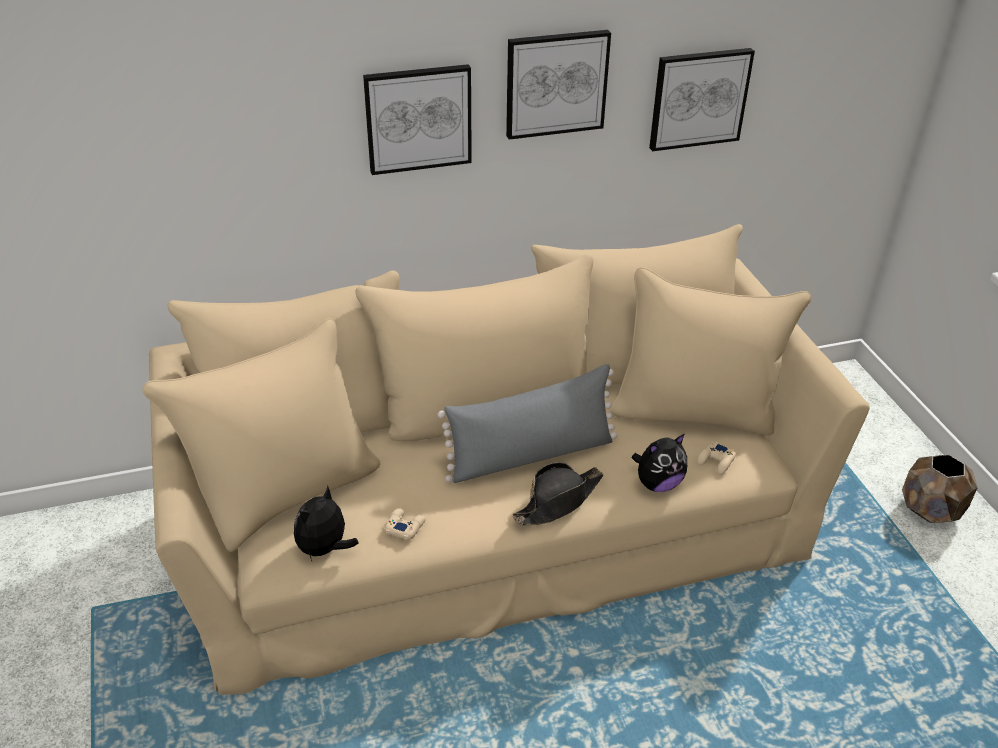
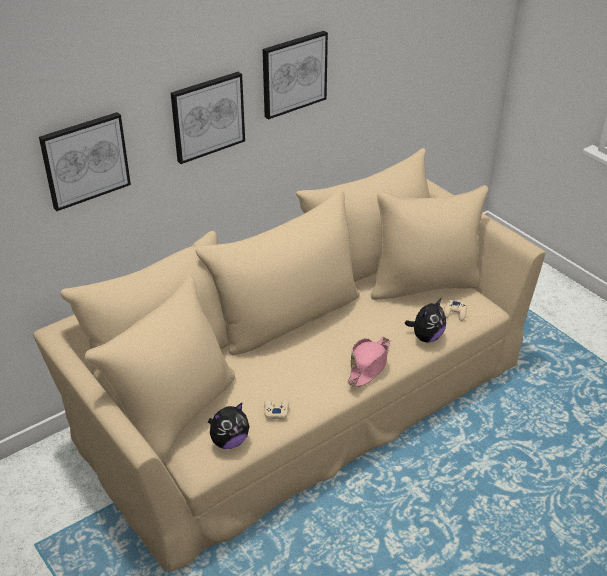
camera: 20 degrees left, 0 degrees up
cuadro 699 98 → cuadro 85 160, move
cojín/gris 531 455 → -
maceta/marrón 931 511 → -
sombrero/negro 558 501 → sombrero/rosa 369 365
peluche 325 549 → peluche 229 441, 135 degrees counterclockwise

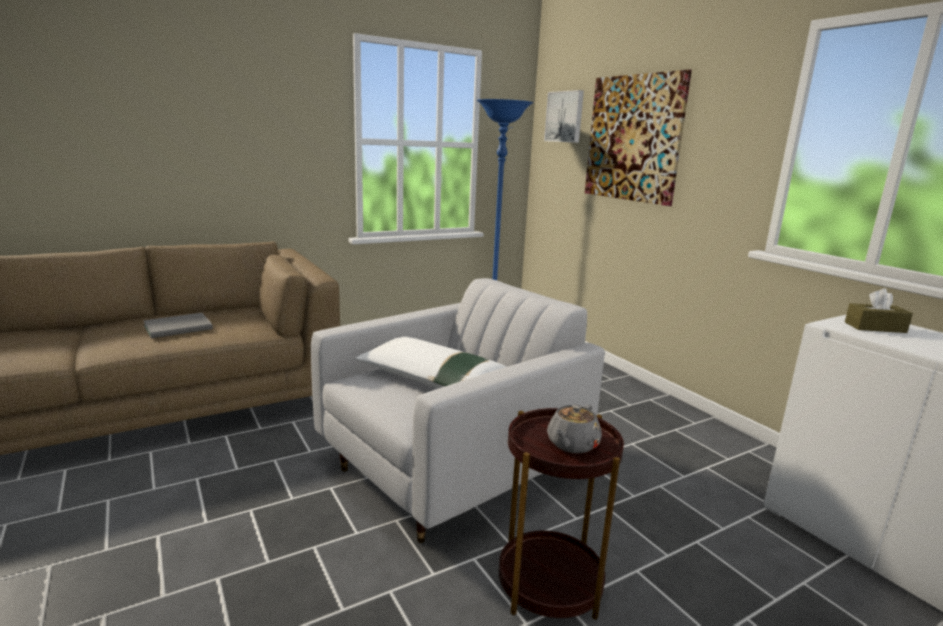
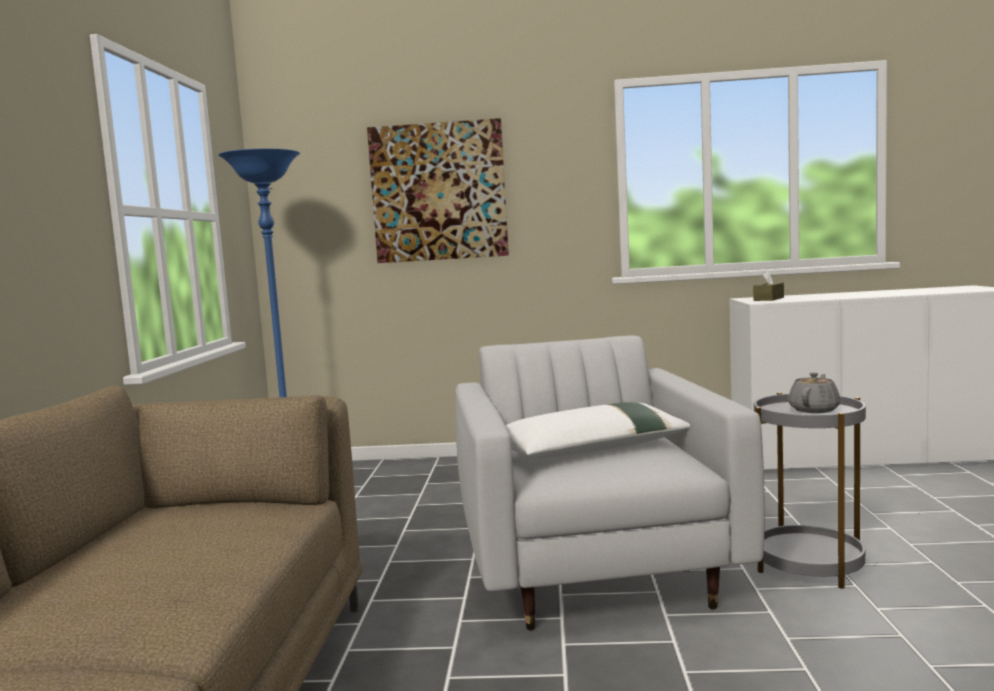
camera: 55 degrees left, 10 degrees down
cuadro 565 117 → -
libro/gris 180 327 → -
tetera/gris 572 444 → tetera/gris 814 410, 120 degrees counterclockwise
mesa auxiliar/marrón 549 584 → mesa auxiliar/gris 809 565

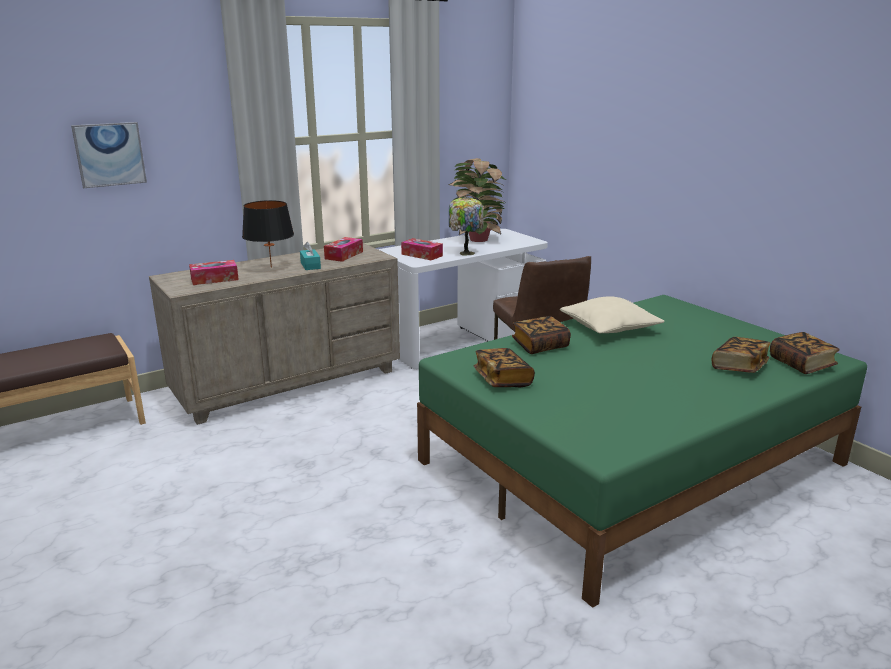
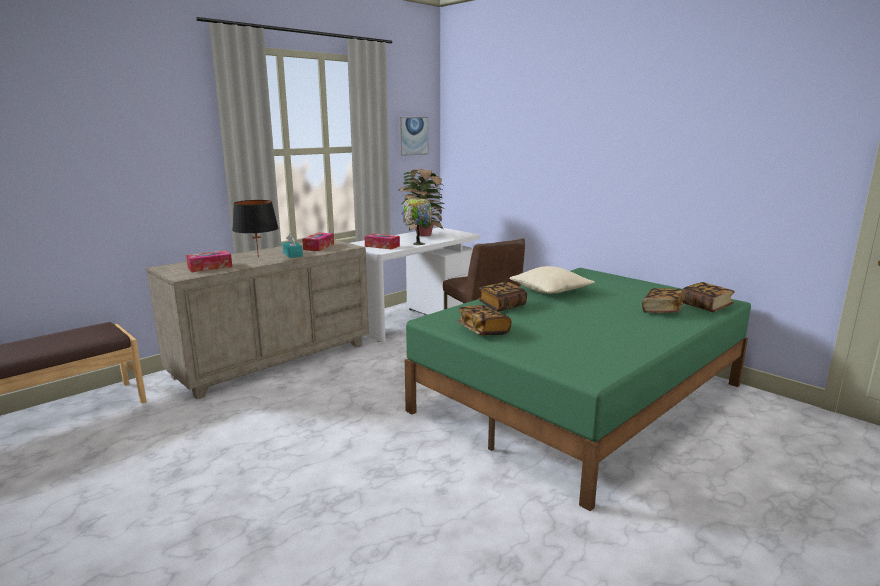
camera: 10 degrees left, 5 degrees down
cuadro 109 154 → cuadro 413 136, move

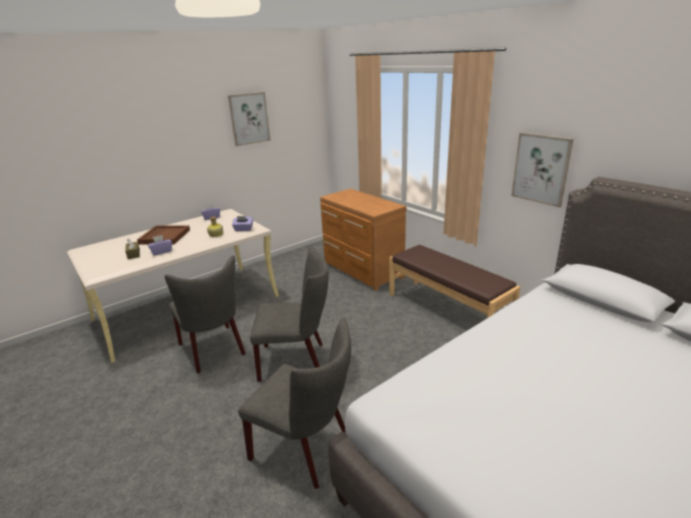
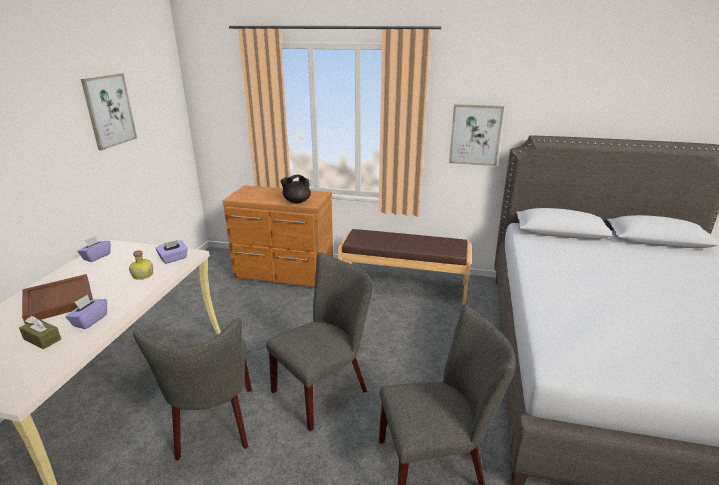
camera: 40 degrees left, 0 degrees up
silla/gris 214 351 → silla/gris 214 426, 60 degrees clockwise
- → tetera/negro 296 201

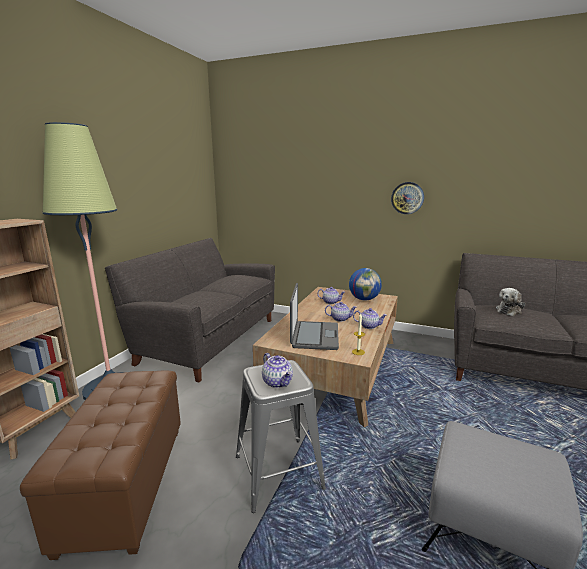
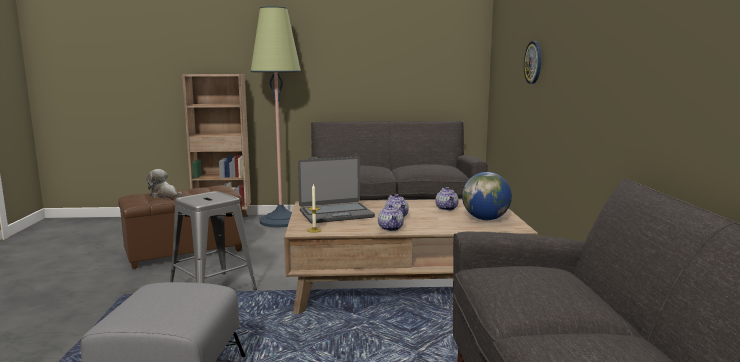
camera: 65 degrees right, 5 degrees down
reloj de pared 407 198 → reloj de pared 533 62, move
peluche 509 311 → peluche 164 196, move
tetera 278 382 → -

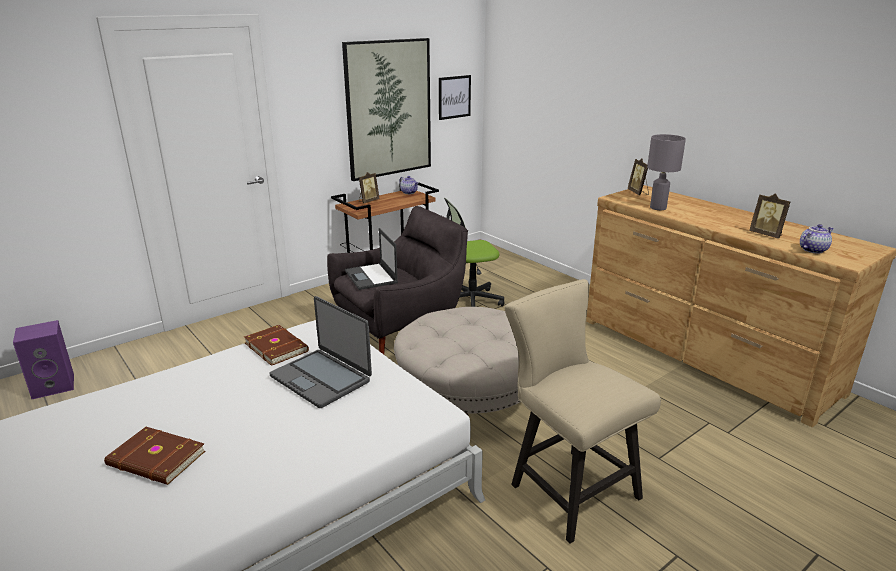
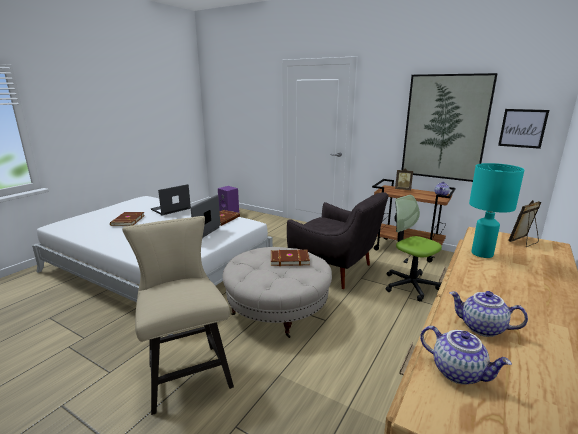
camera: 70 degrees right, 5 degrees down
lámpara de mesa/gris 658 208 → lámpara de mesa/turquesa 482 254
portarretratos 766 234 → tetera 481 328
portátil 371 277 → portátil 170 209, move
silla/beis 567 487 → silla/beis 186 371, 60 degrees counterclockwise
- → libro/marrón 289 259

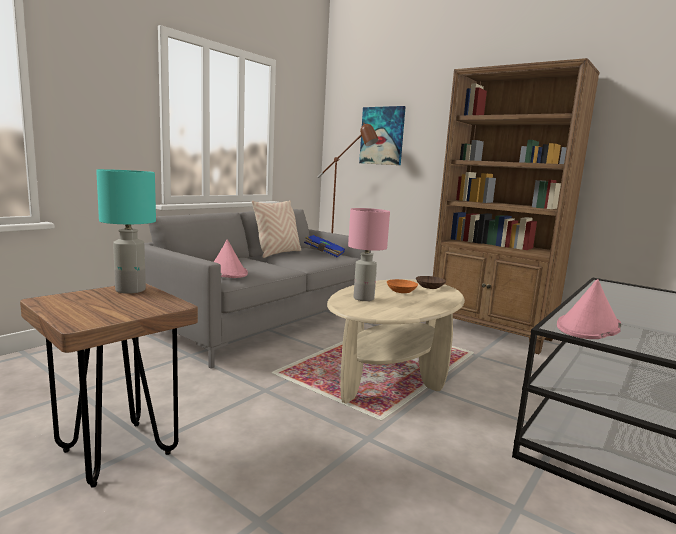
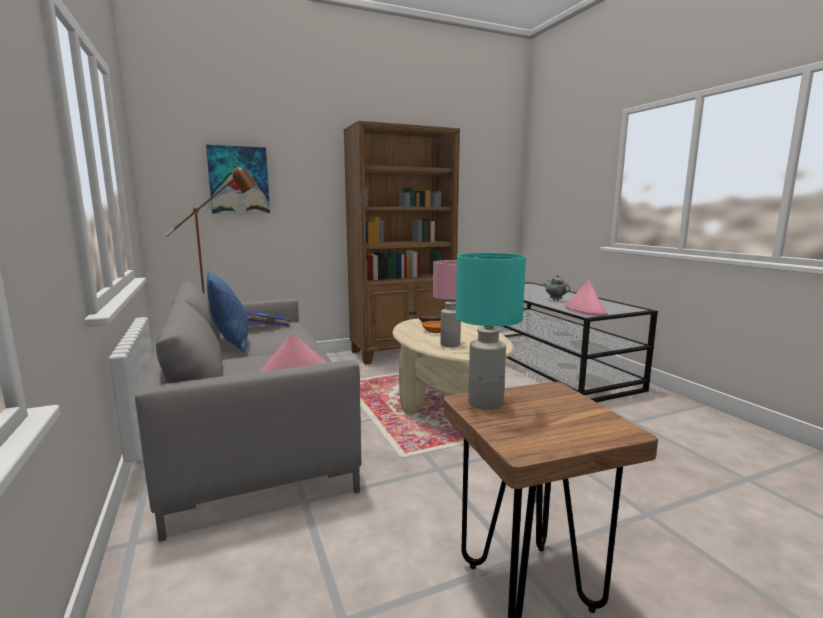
camera: 60 degrees left, 0 degrees up
cojín/beis 277 253 → cojín/azul 231 343
- → tetera 555 300

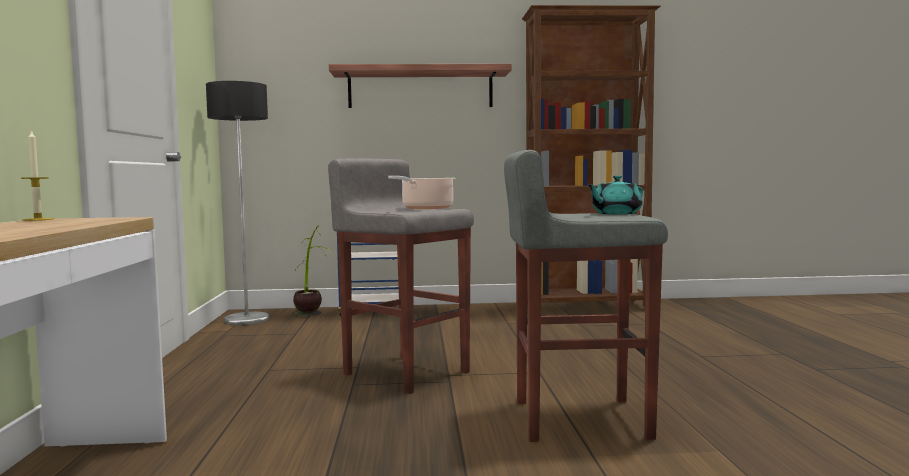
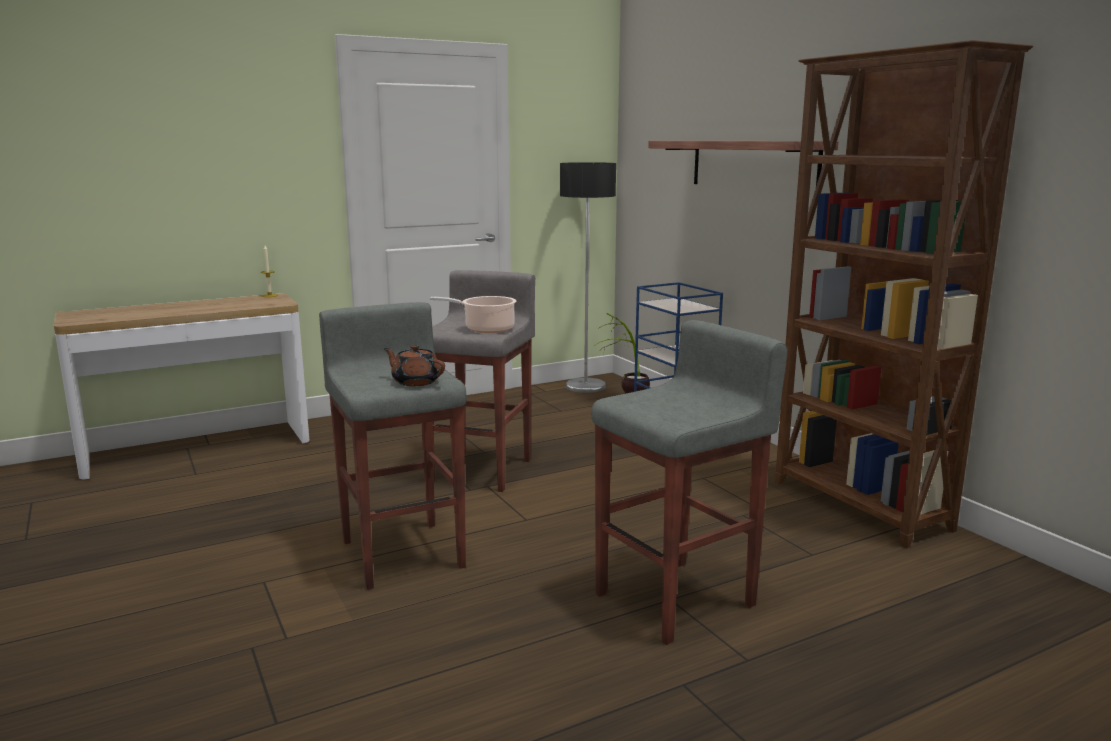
camera: 65 degrees right, 10 degrees up
tetera/turquesa 615 214 → tetera/marrón 415 382
- → taburete/gris 678 599

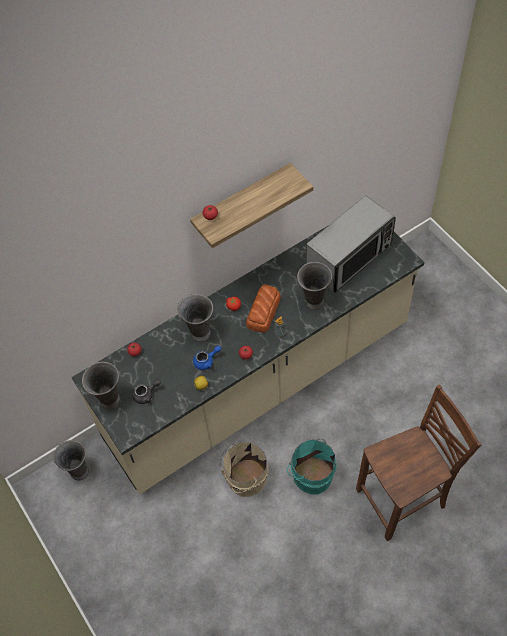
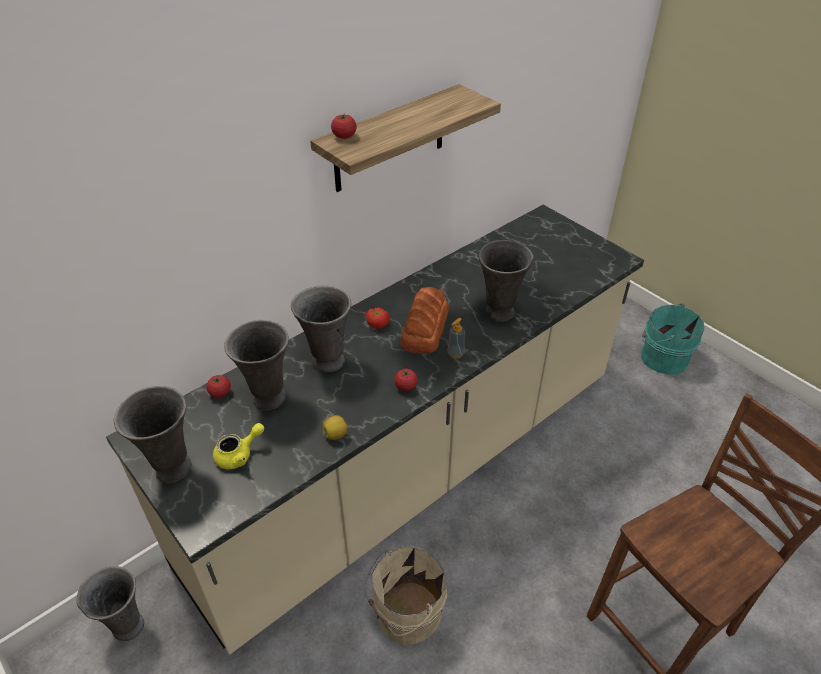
camera: 10 degrees left, 15 degrees down
microondas 349 257 → -
tetera/azul 206 361 → -
tetera/gris 146 394 → tetera/amarillo 239 455
cubo/turquesa 311 474 → cubo/turquesa 662 357, move
- → florero/gris 268 399

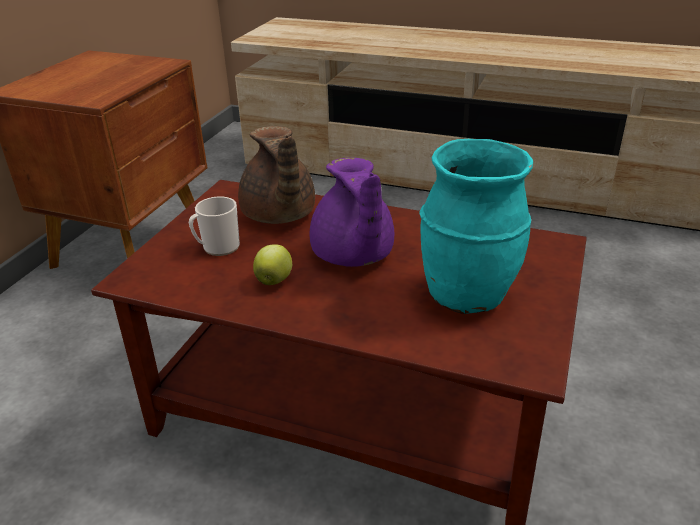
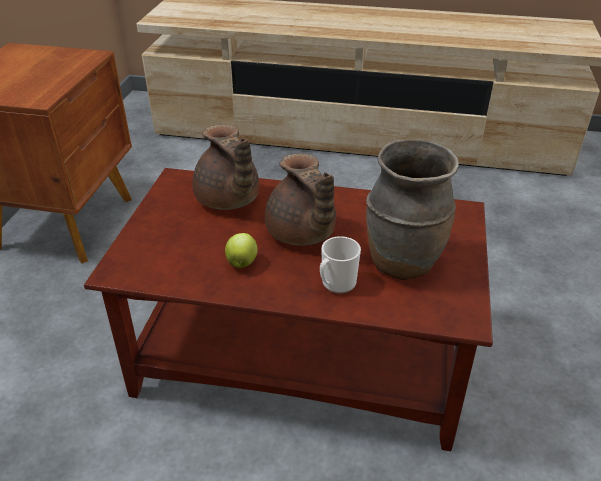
camera: 10 degrees left, 5 degrees up
florero/turquesa 467 295 → florero/marrón 402 262
tetera/morado 352 255 → tetera/marrón 301 234
taza grande 217 248 → taza grande 336 284, move

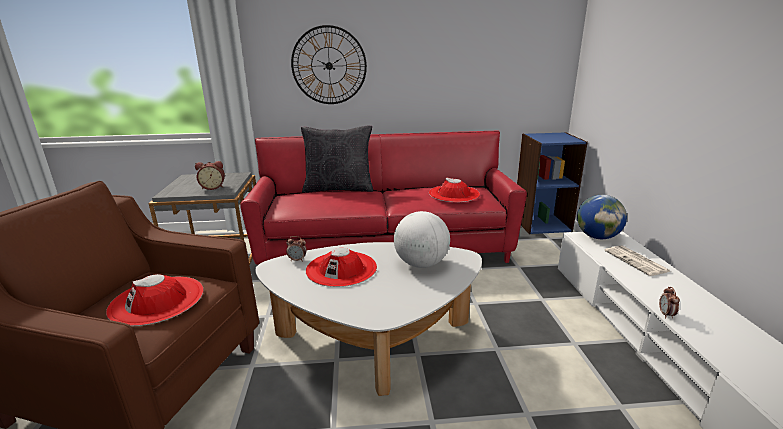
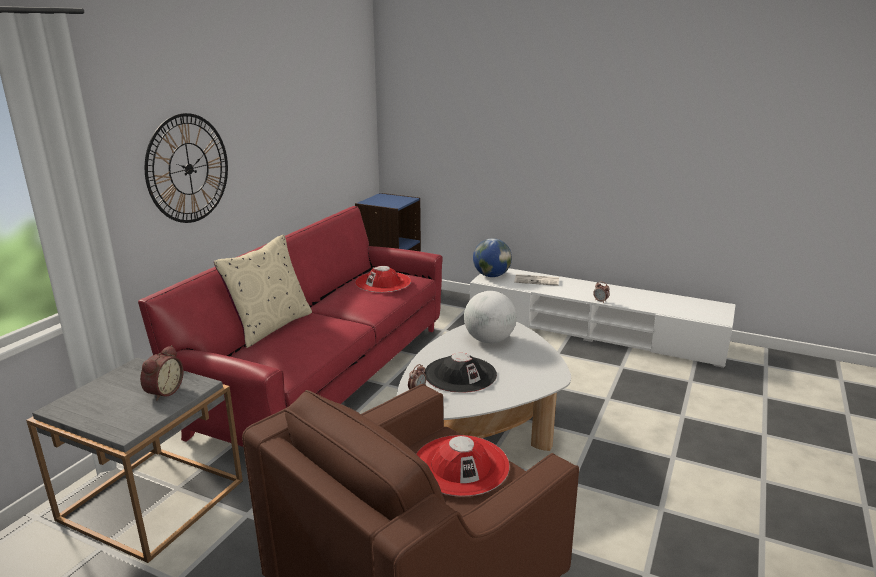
camera: 60 degrees left, 0 degrees up
cojín/negro 338 188 → cojín/beis 270 326
sombrero/rojo 341 269 → sombrero/negro 460 374

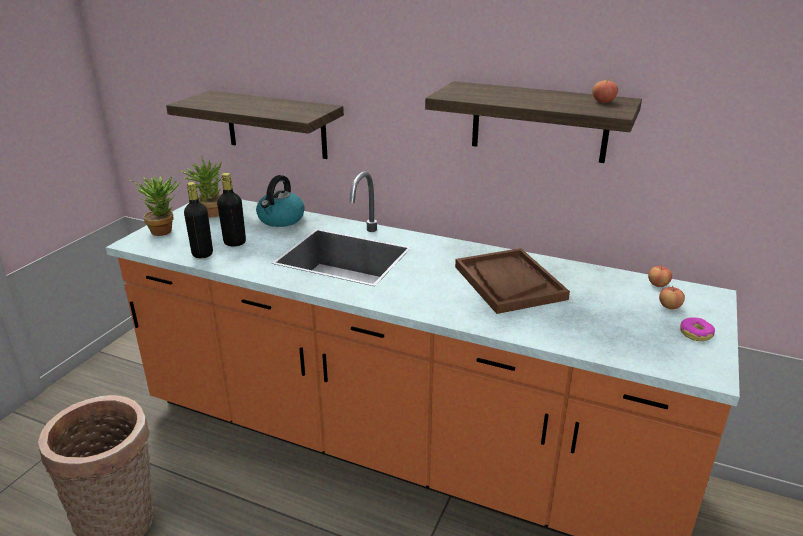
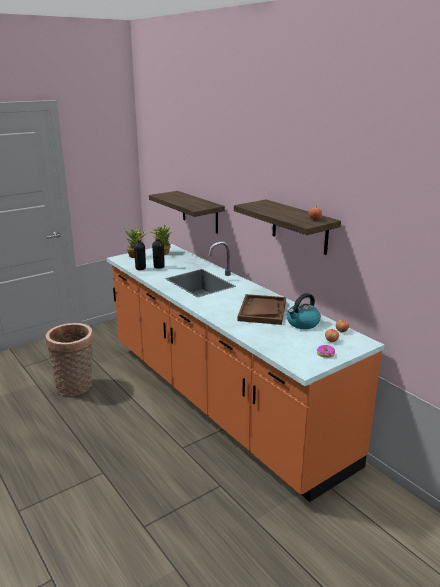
camera: 30 degrees right, 5 degrees down
hervidor 281 219 → hervidor 302 323, move

